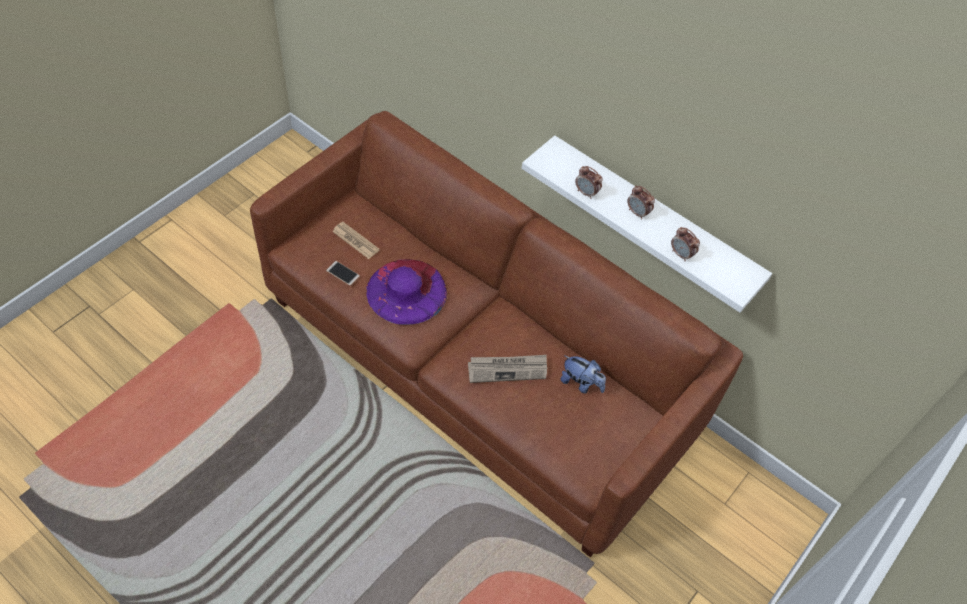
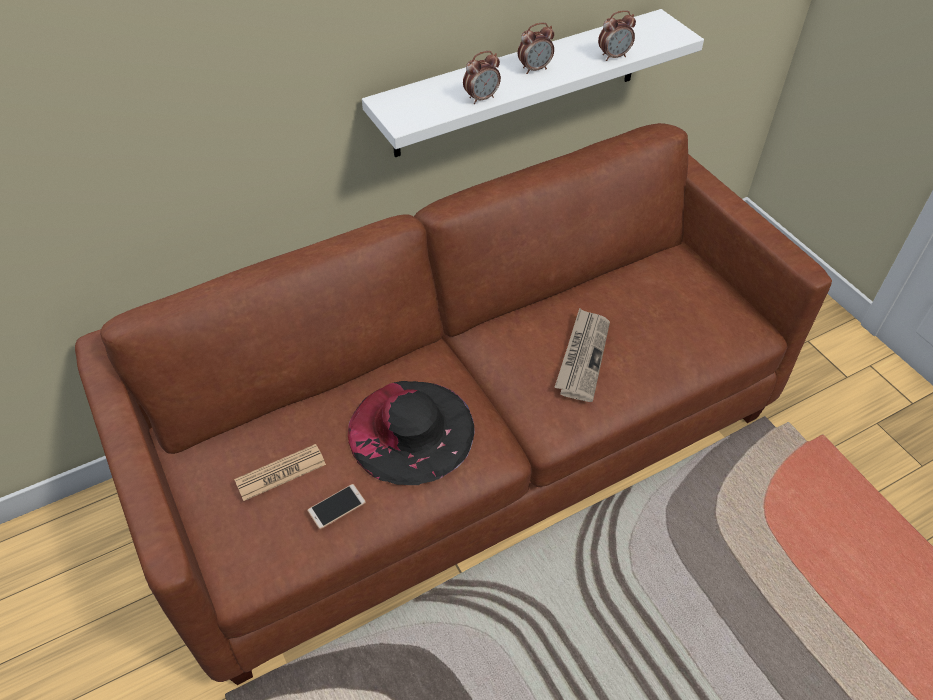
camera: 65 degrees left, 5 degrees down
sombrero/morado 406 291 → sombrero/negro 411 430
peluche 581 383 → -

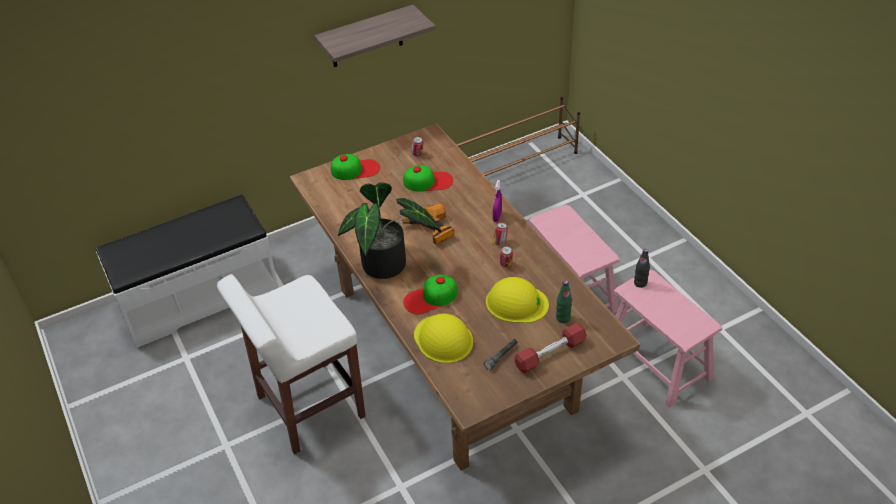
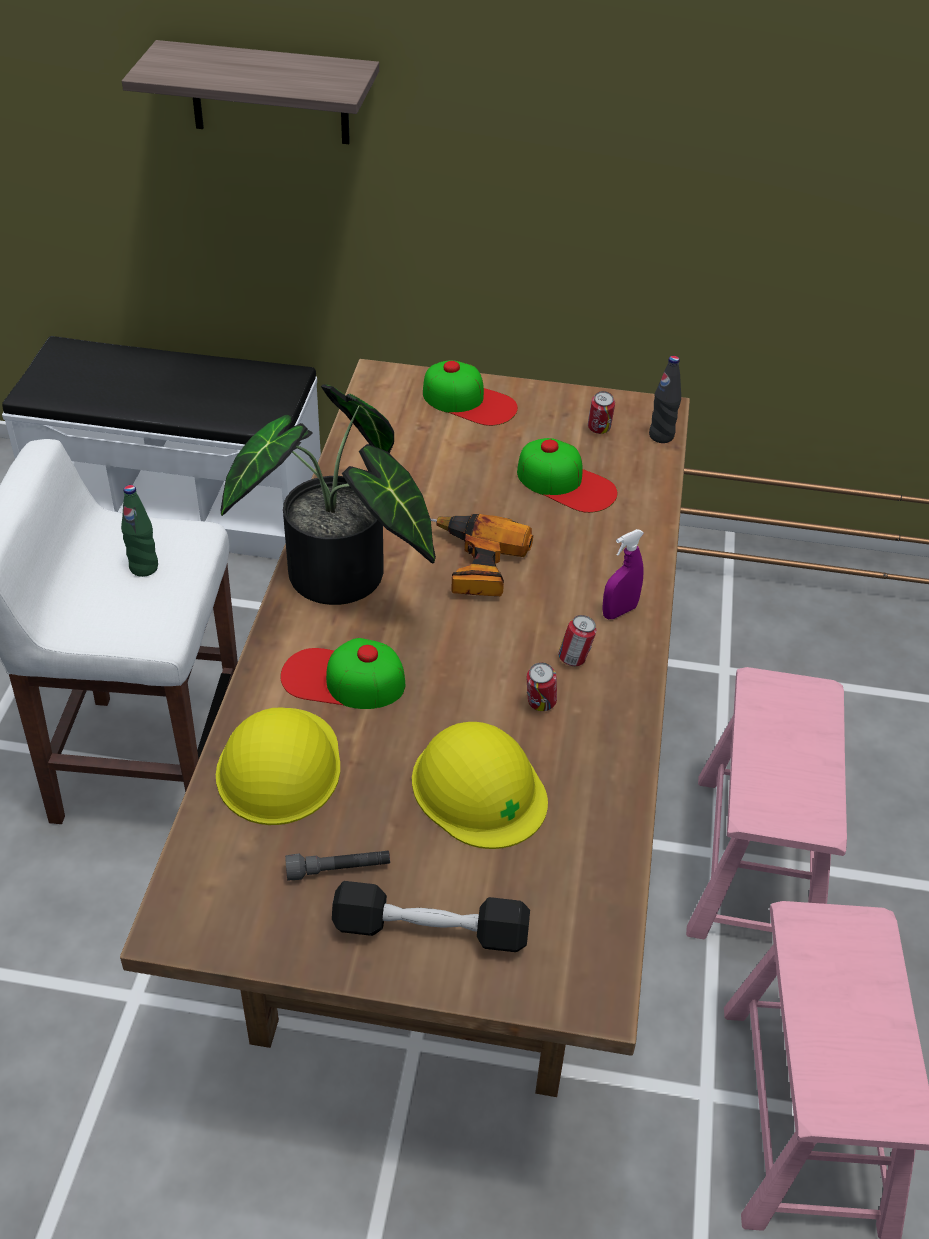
camera: 35 degrees right, 0 degrees up
estante 366 37 → estante 269 93, move
botella/negro 640 283 → botella/negro 661 436, move
botella/verde 563 318 → botella/verde 144 568, move
mancuerna/rojo 550 354 → mancuerna/negro 430 930

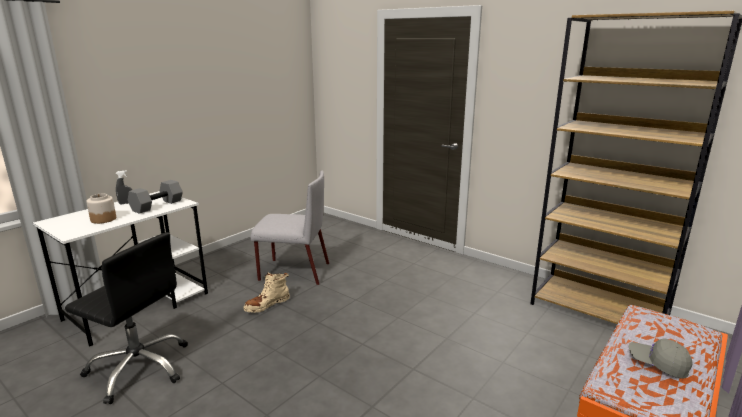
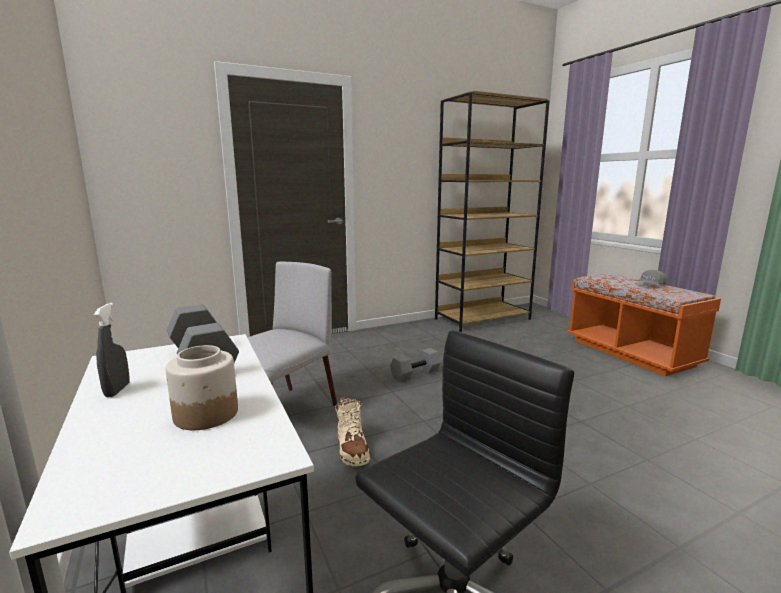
camera: 65 degrees left, 5 degrees down
- → mancuerna/gris 415 373

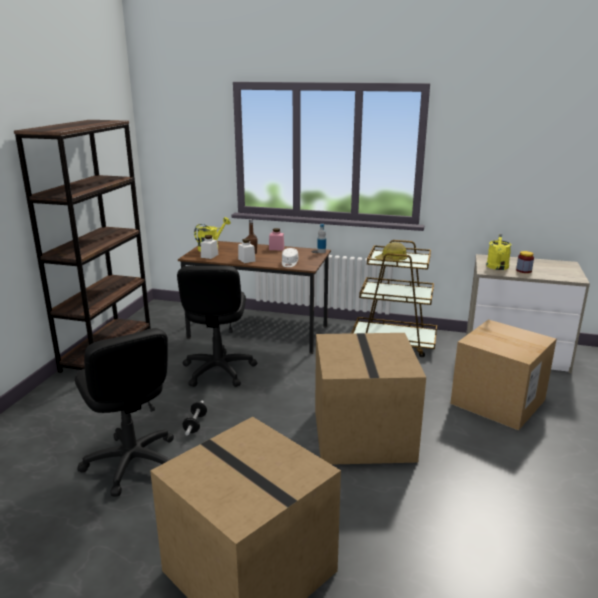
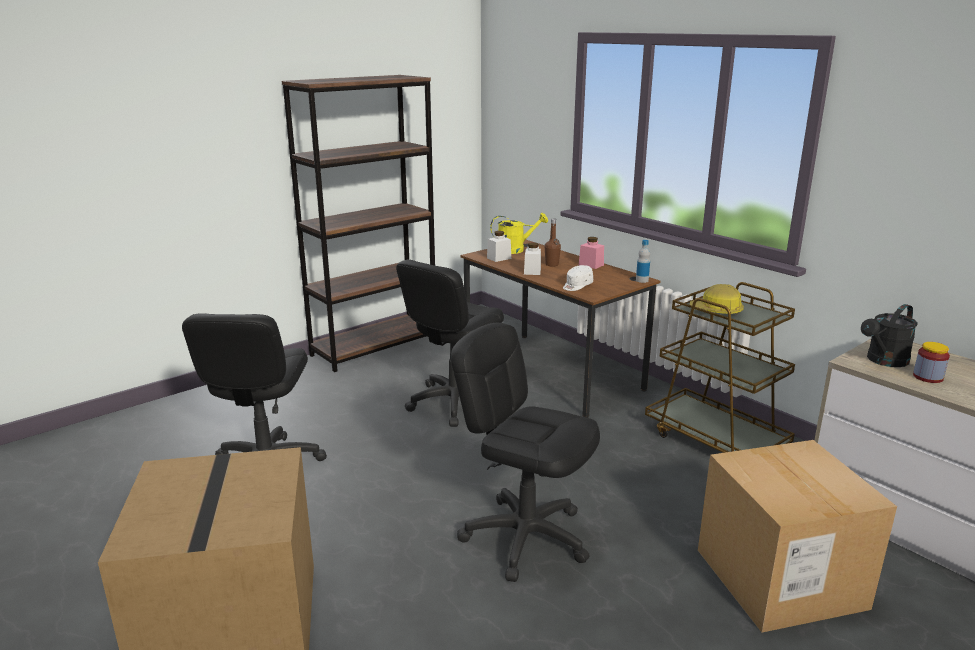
camera: 35 degrees right, 0 degrees up
regadera/amarillo 497 267 → regadera/negro 884 361
caja de cartón 361 433 → silla de oficina/negro 526 537
mancuerna 195 424 → -

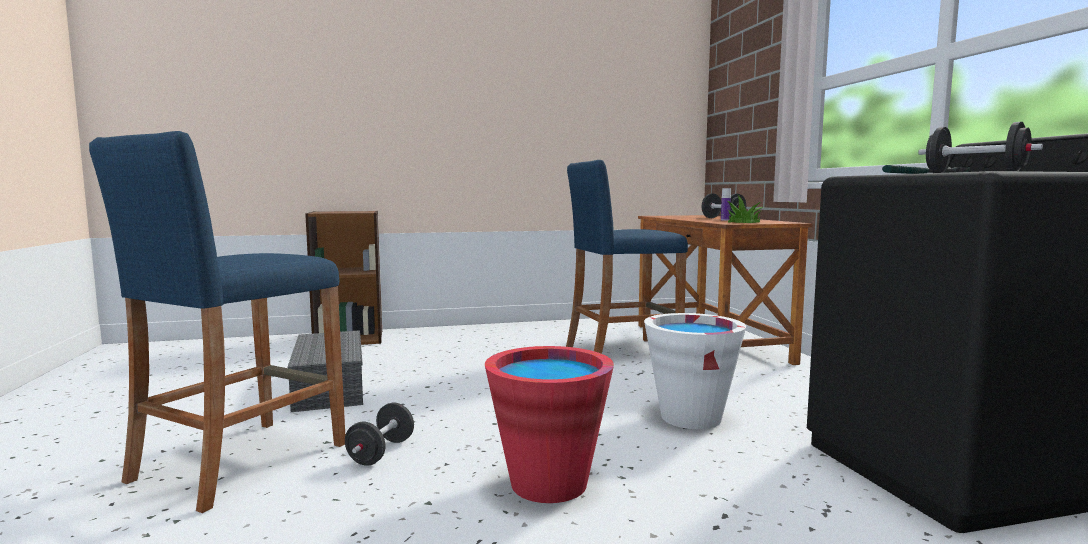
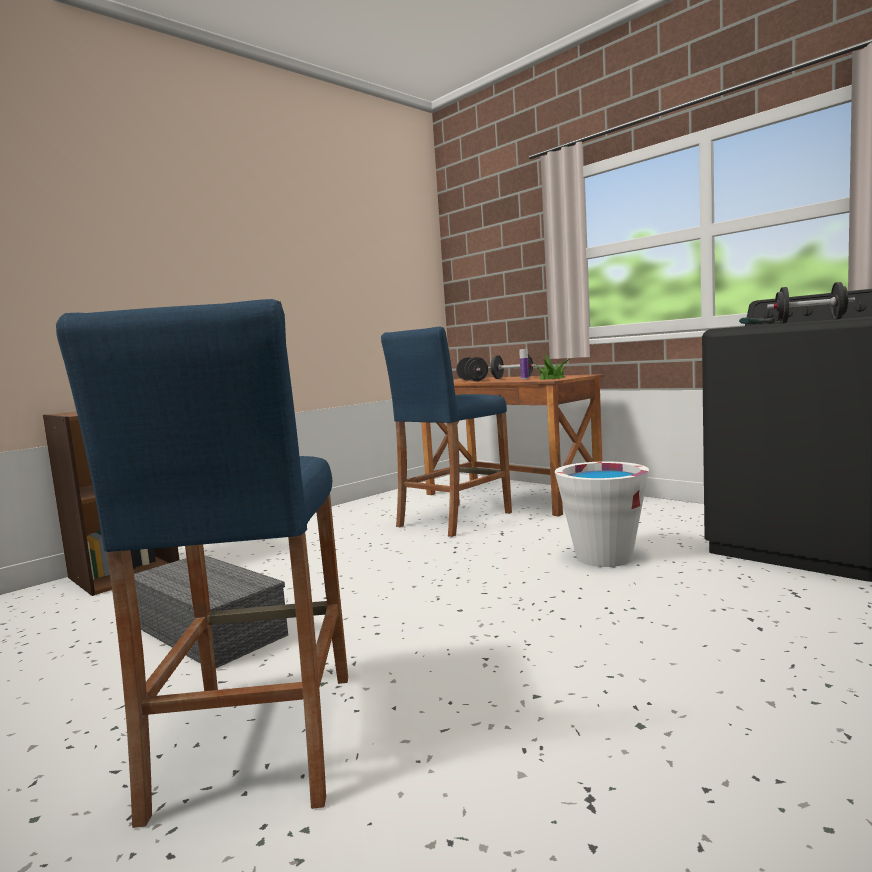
camera: 30 degrees left, 0 degrees up
cubo/rojo 549 483 → -
mancuerna/negro 381 452 → mancuerna/negro 472 380, move

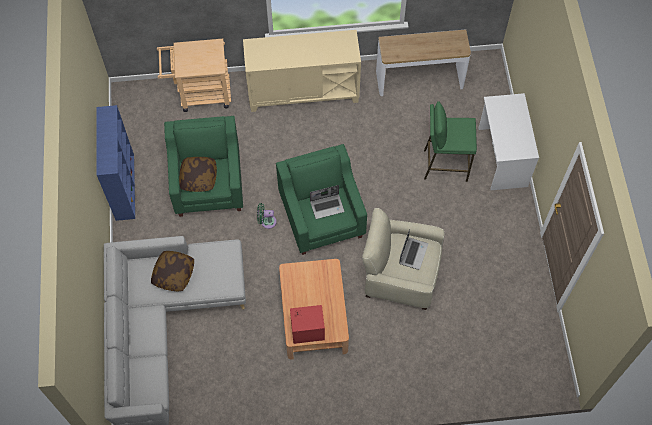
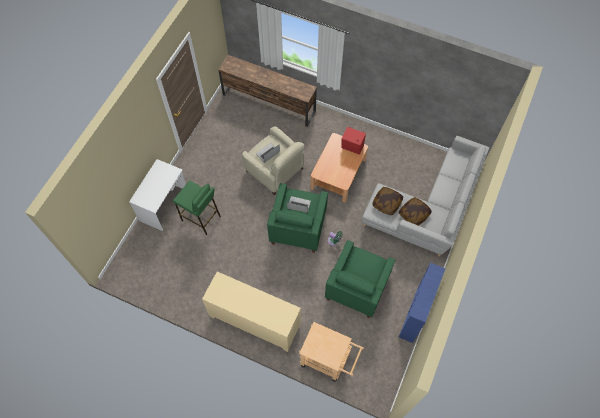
camera: 150 degrees left, 0 degrees up
mesa consola 419 80 → -
cojín 198 177 → cojín 387 203, move
- → mueble de televisión/marrón 269 103

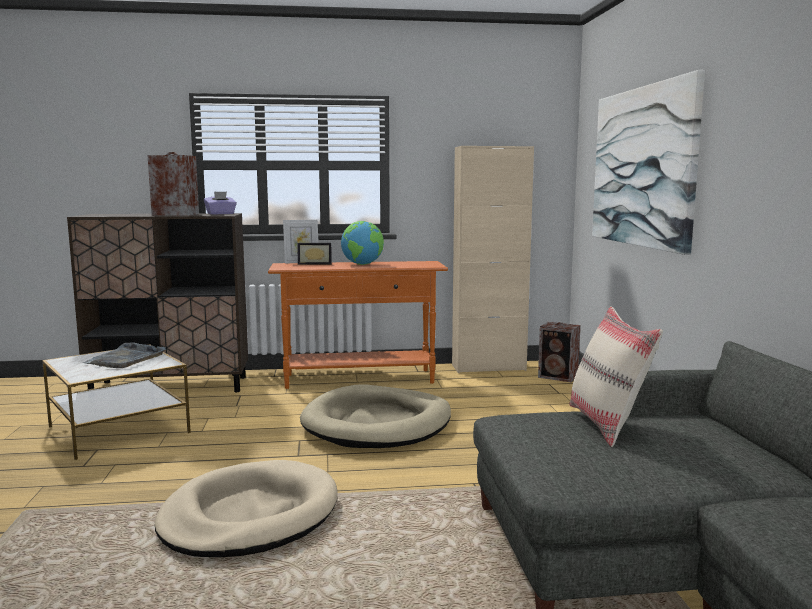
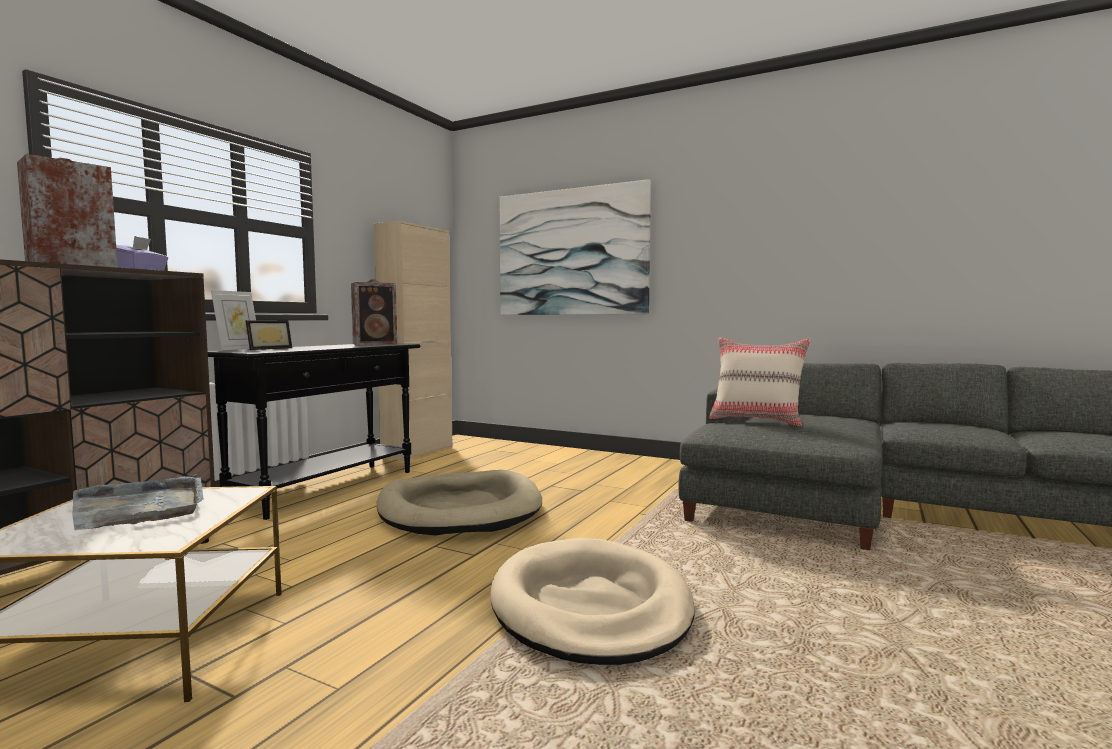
camera: 55 degrees left, 5 degrees down
globo terráqueo 363 264 → -
mesa consola/naranja 360 379 → mesa consola/negro 328 488
altavoz 559 377 → altavoz 376 344, move

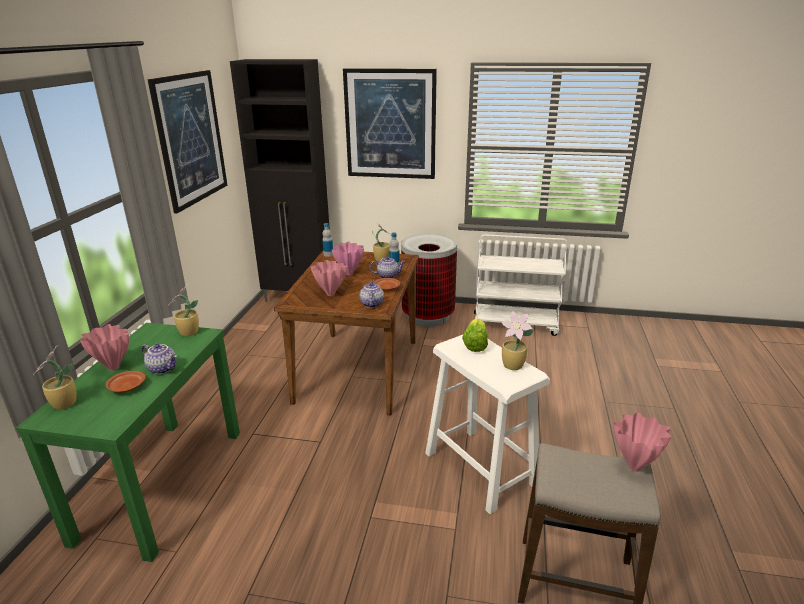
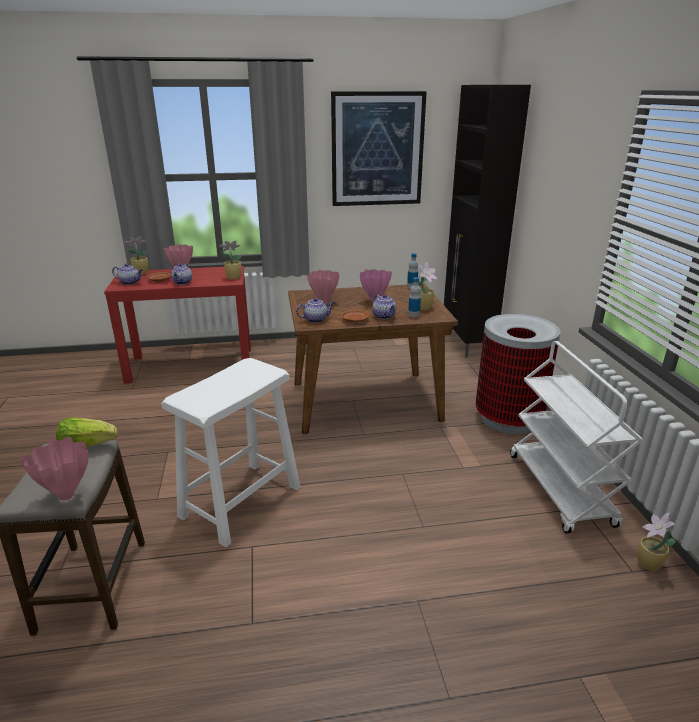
camera: 70 degrees right, 0 degrees up
cuadro 390 124 → -
planta en maceta 513 366 → planta en maceta 648 564, move
lechuga 475 344 → lechuga 87 446, move
mesa consola/verde 163 482 → mesa consola/rojo 191 365
- → tetera 130 282

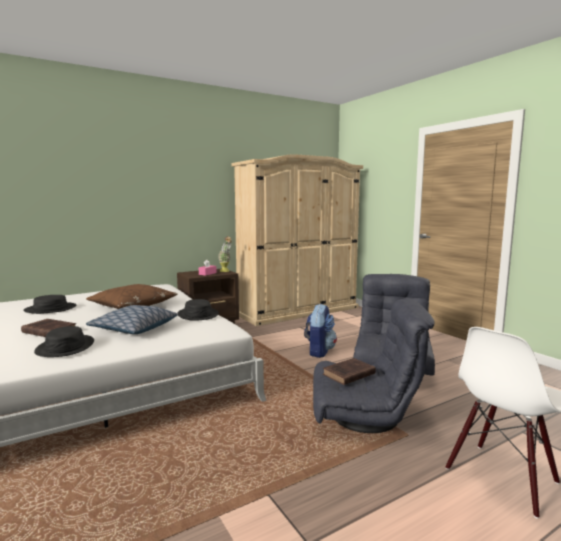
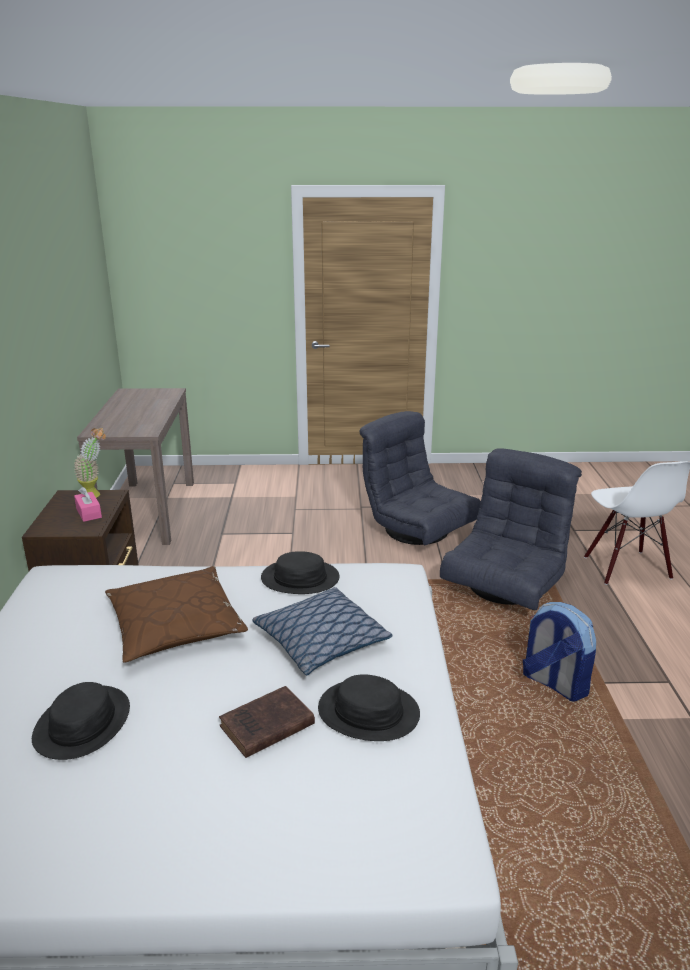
camera: 60 degrees left, 15 degrees up
armario ropero/beis 298 311 → mesa consola/marrón 148 511
mochila 319 351 → mochila 553 683, move
libro/marrón 348 374 → -

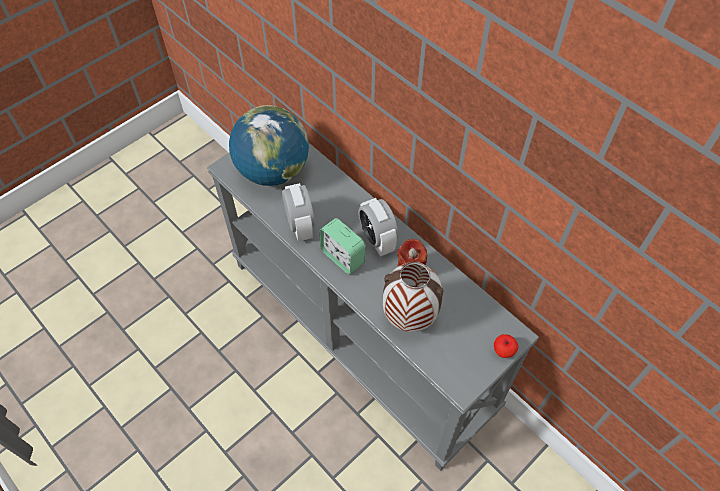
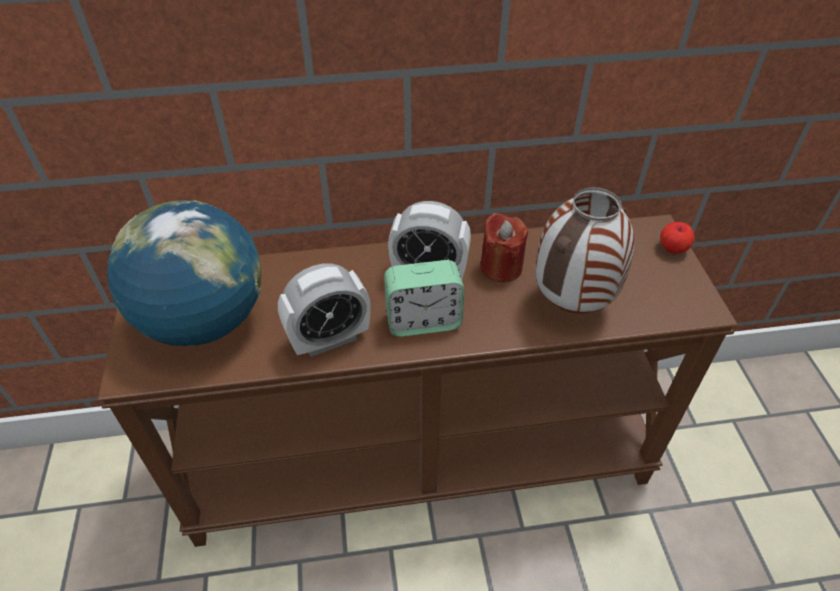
camera: 55 degrees left, 10 degrees down
mesa consola/gris 362 334 → mesa consola/marrón 420 456
despertador 300 226 → despertador 329 339, 135 degrees clockwise

